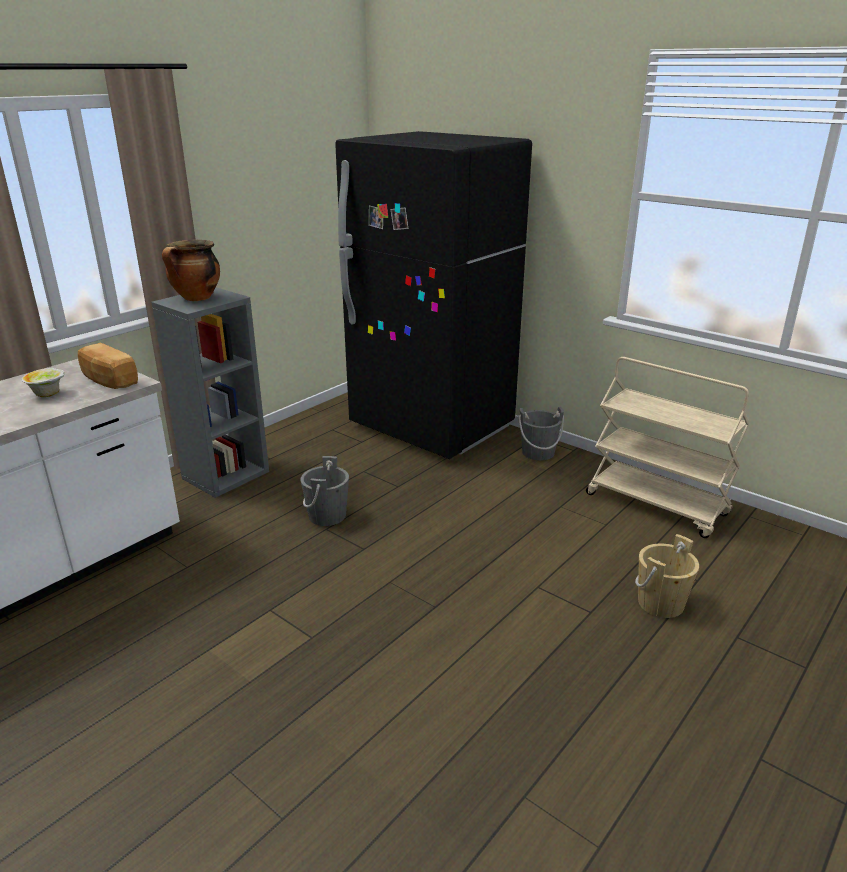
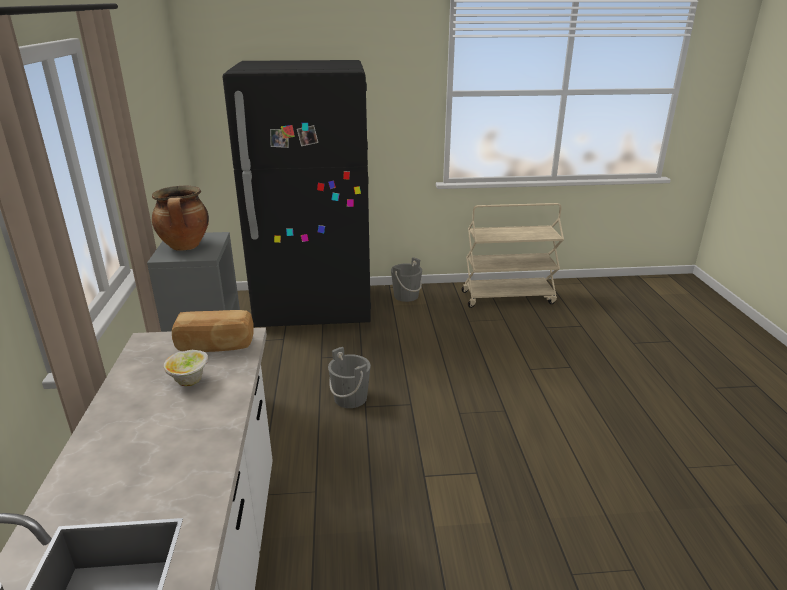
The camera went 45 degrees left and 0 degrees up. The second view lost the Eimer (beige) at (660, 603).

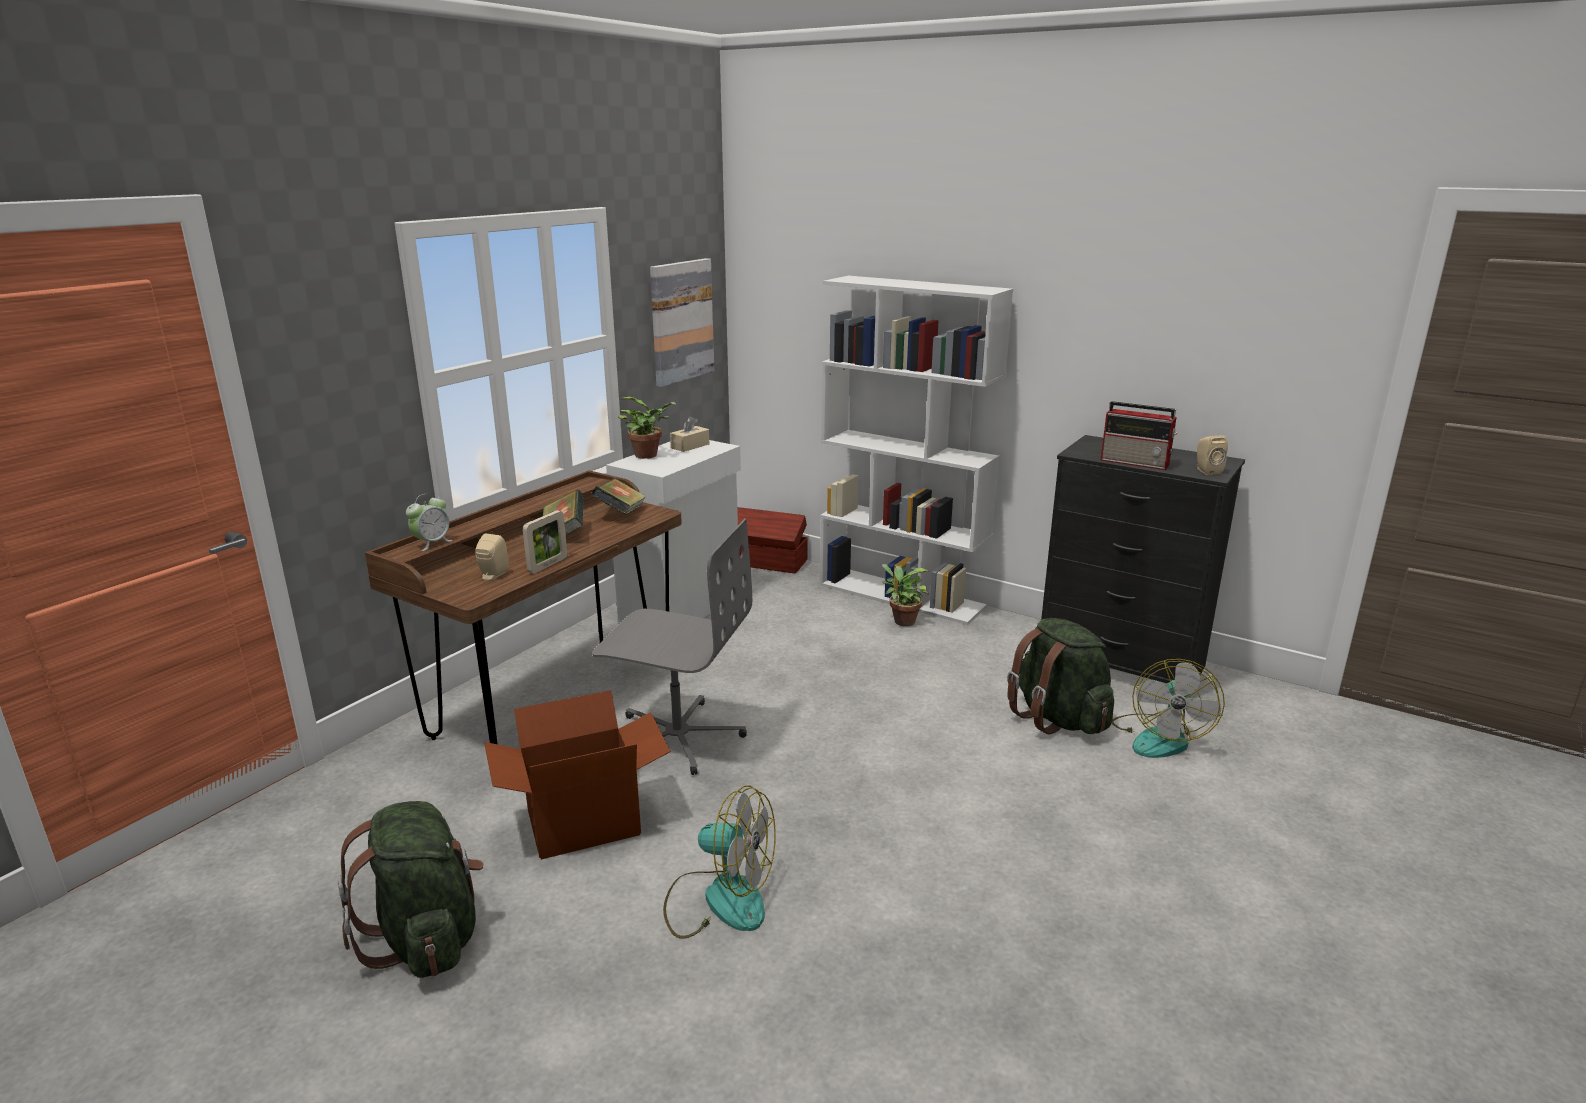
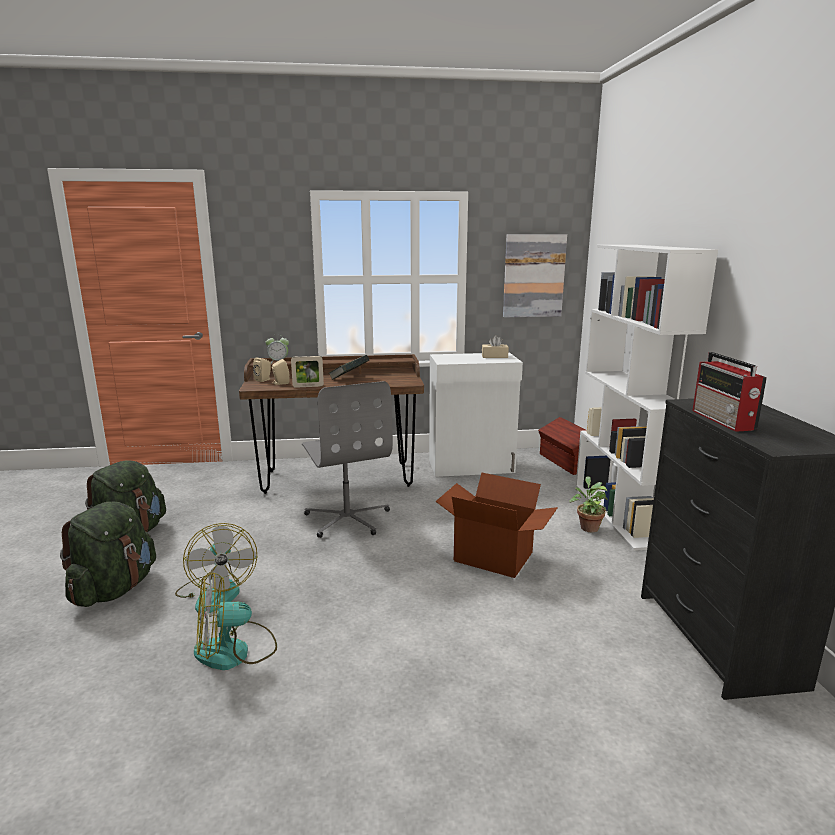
The camera went 50 degrees right and 5 degrees down. The Karton ended up elsewhere, having gone from (583, 821) to (494, 556). The second view lost the Buch at (621, 513). The second view lost the Topfpflanze at (649, 455). The Rucksack (grün) ended up elsewhere, having gone from (1058, 718) to (115, 589). The Ventilator ended up elsewhere, having gone from (1159, 737) to (235, 651). The Lautsprecher (beige) ended up elsewhere, having gone from (1206, 471) to (264, 380).

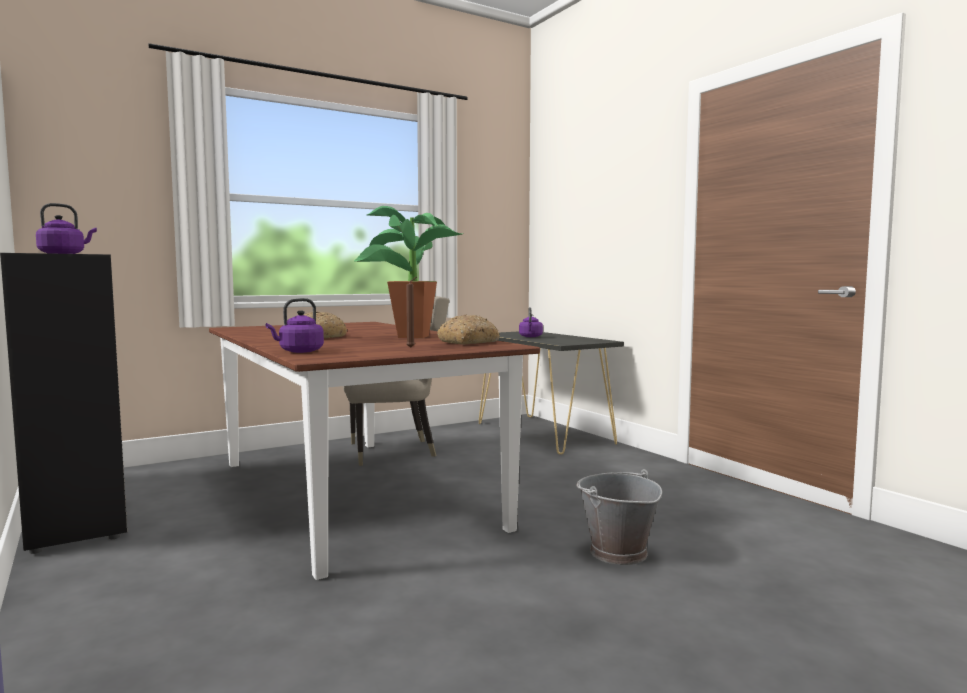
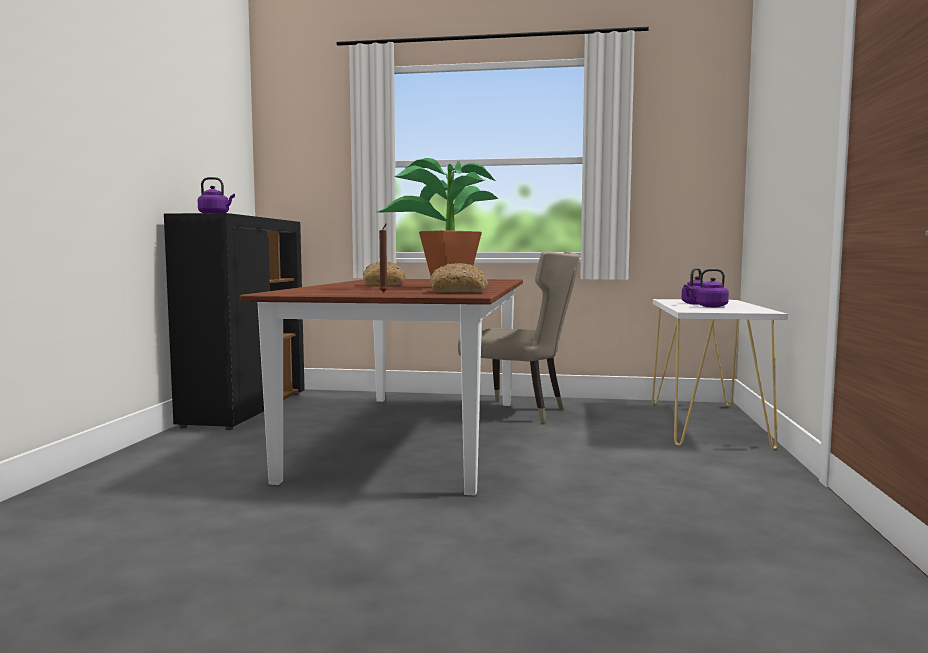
The camera went 40 degrees right and 0 degrees up. The Wasserkessel (lila) ended up elsewhere, having gone from (299, 351) to (709, 306). What was the Konsolentisch (schwarz) at (544, 433) turned into the Konsolentisch (weiß) at (706, 424). The second view lost the Eimer (grau) at (617, 552).

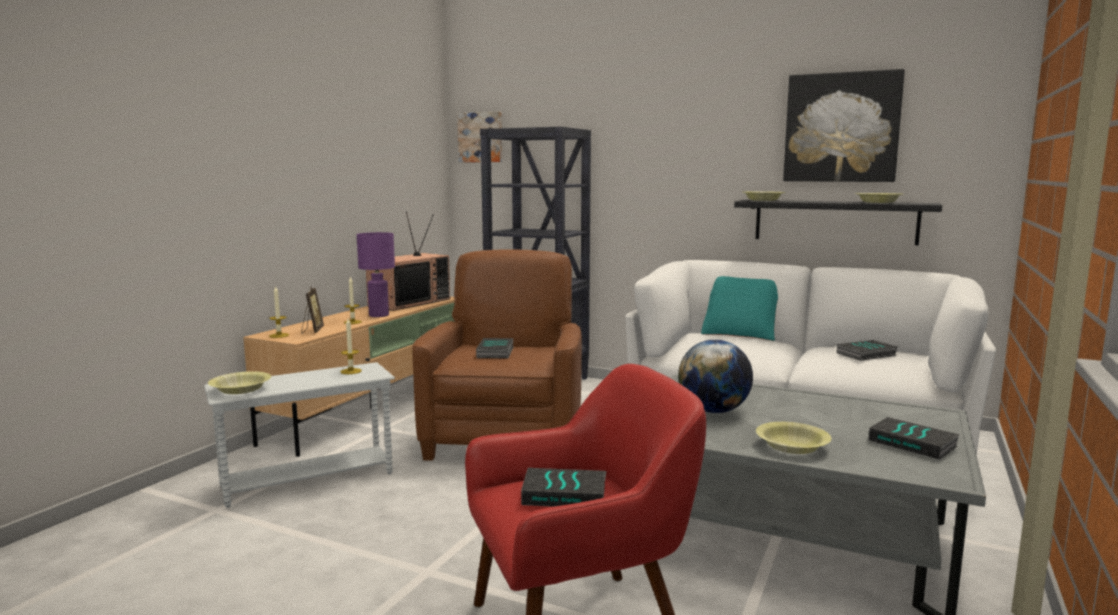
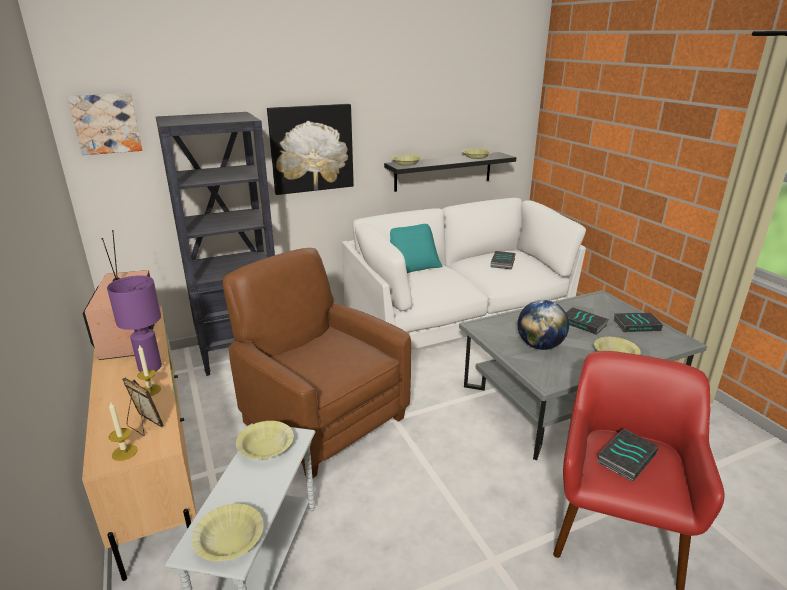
The camera went 50 degrees left and 15 degrees up. Where the Kerze stood at (351, 371), the Schüssel (gelb) came to stand at (266, 447). The Buch ended up elsewhere, having gone from (496, 352) to (584, 323). The Bild ended up elsewhere, having gone from (841, 127) to (311, 148).

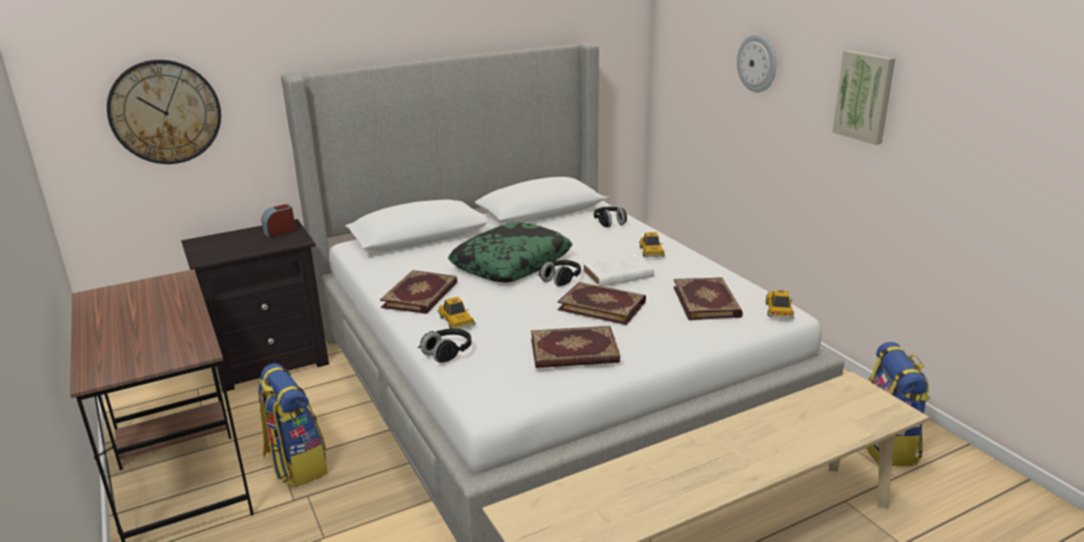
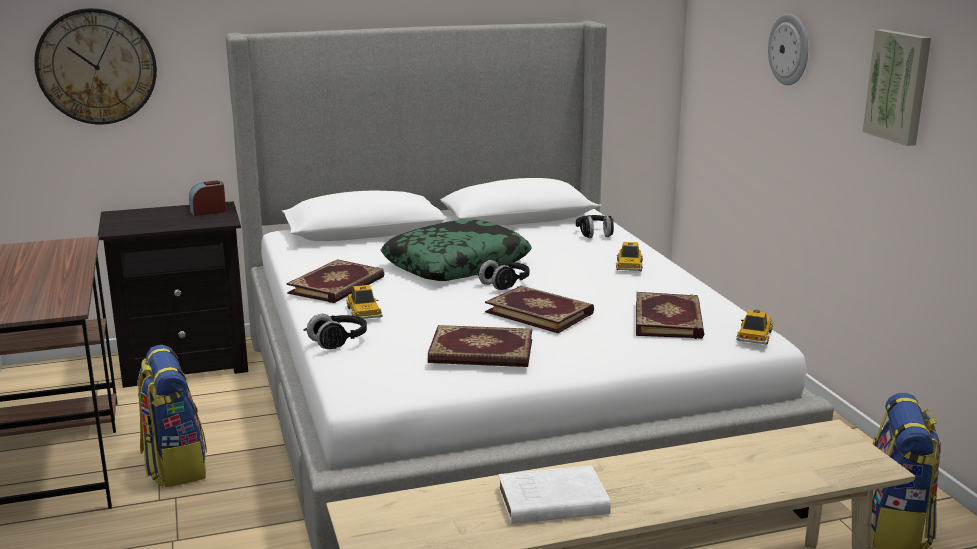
The camera went 10 degrees right and 5 degrees down. The Buch (weiß) ended up elsewhere, having gone from (615, 274) to (549, 502).

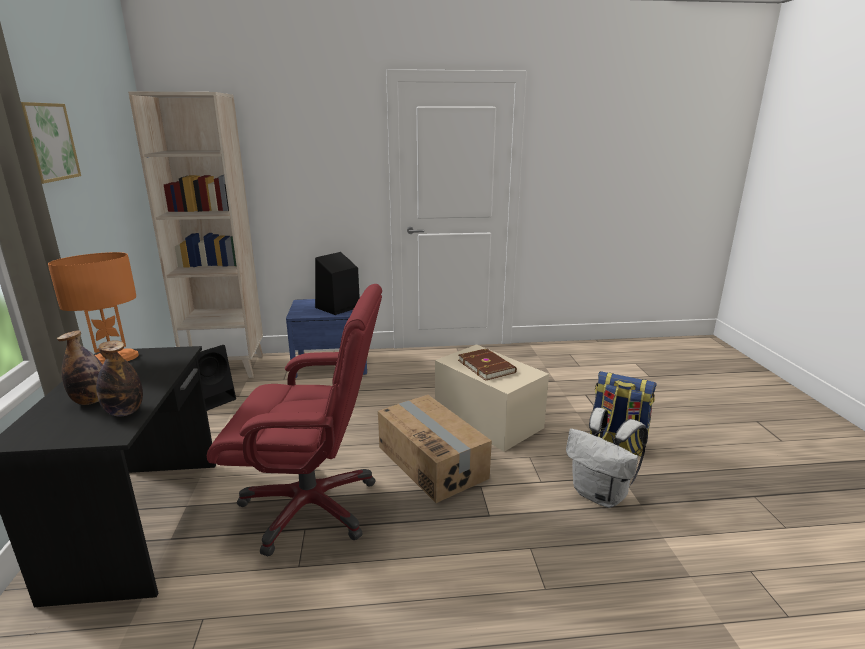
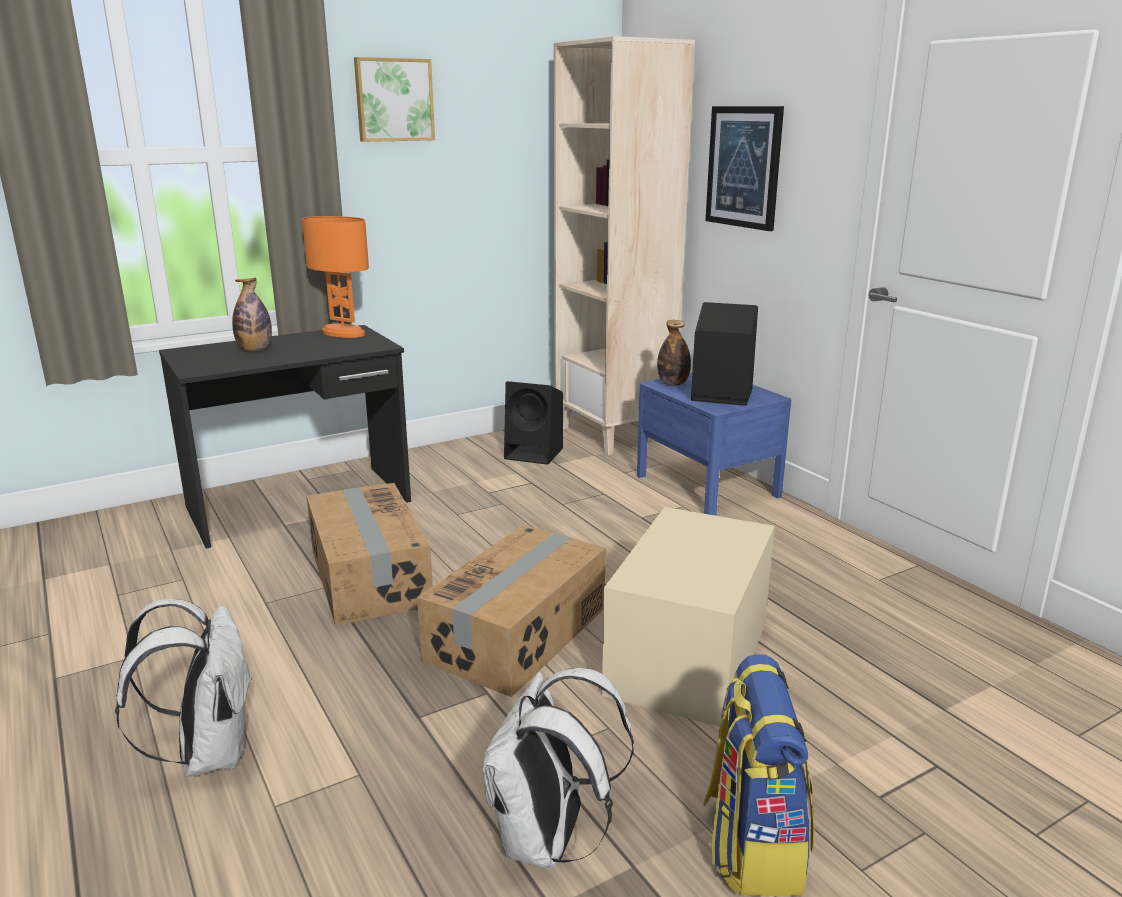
The camera went 65 degrees right and 0 degrees up. The Flasche ended up elsewhere, having gone from (124, 412) to (673, 384). Where the Bürostuhl (rot) stood at (311, 506), the Karton came to stand at (368, 577). The second view lost the Buch (braun) at (487, 366). The second view gained the Rucksack (weiß) at (208, 753). The second view gained the Bild at (744, 167).

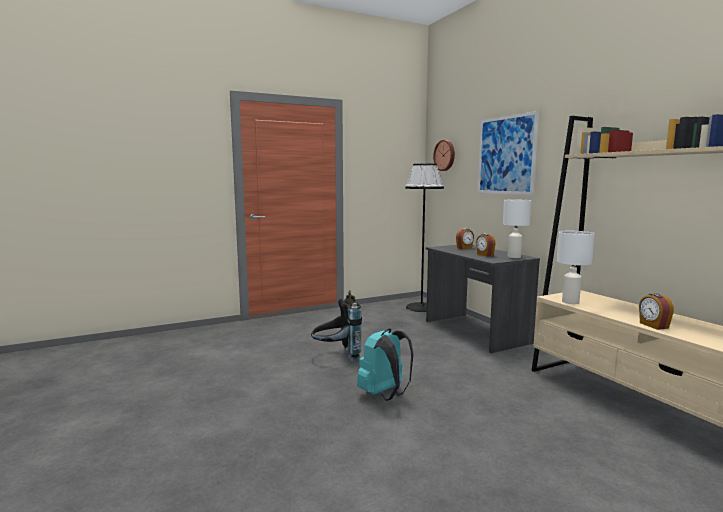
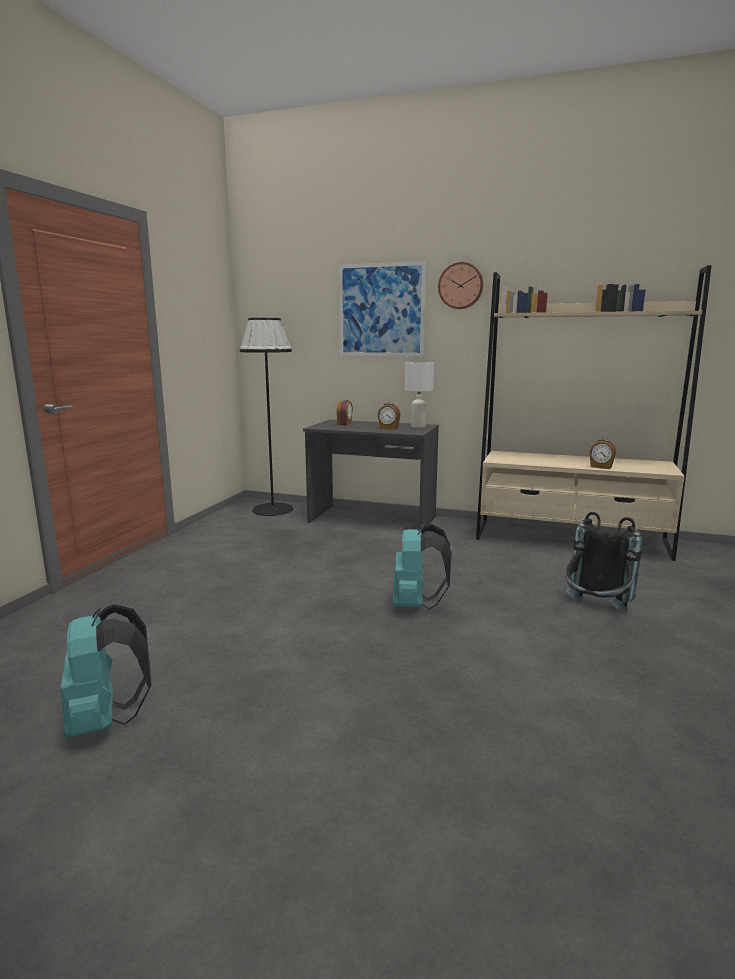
The camera went 45 degrees left and 5 degrees up. The Rucksack (schwarz) ended up elsewhere, having gone from (337, 356) to (595, 613). The Wanduhr ended up elsewhere, having gone from (445, 155) to (461, 286). The second view lost the Tischlampe (weiß) at (571, 302). The second view gained the Rucksack (türkis) at (106, 721).

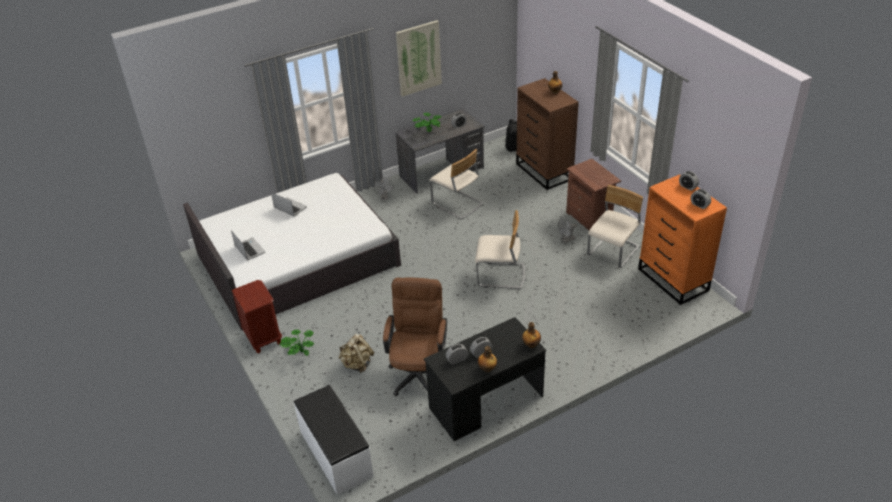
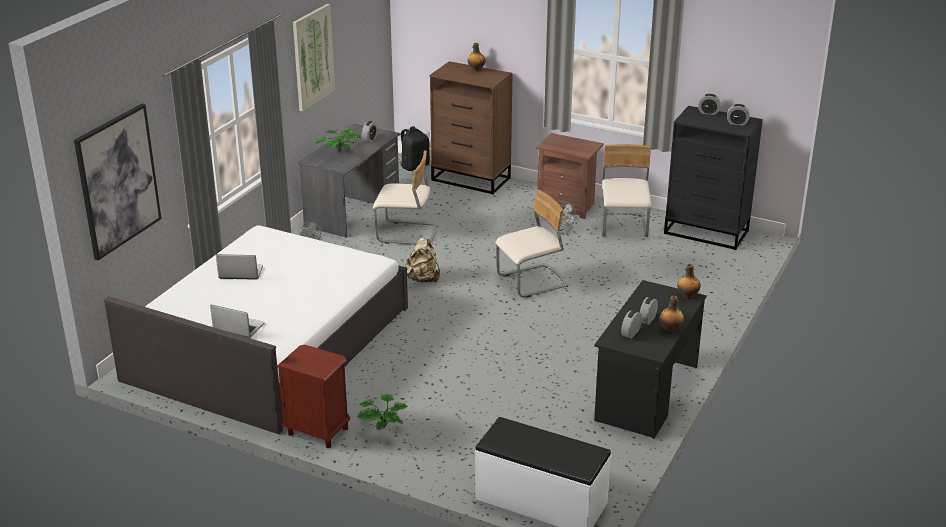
The camera went 35 degrees left and 10 degrees down. The Rucksack (beige) ended up elsewhere, having gone from (357, 364) to (423, 279). The second view lost the Bürostuhl (braun) at (418, 371). What was the Kommode (orange) at (673, 280) turned into the Kommode (schwarz) at (707, 232). The second view gained the Bild at (118, 181).

